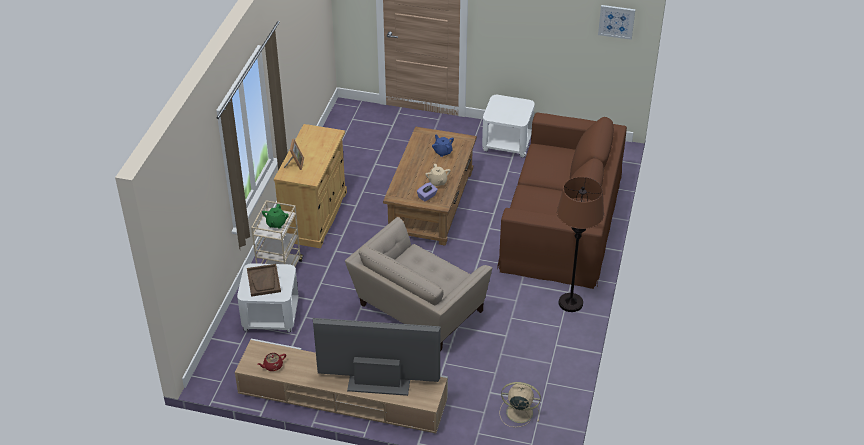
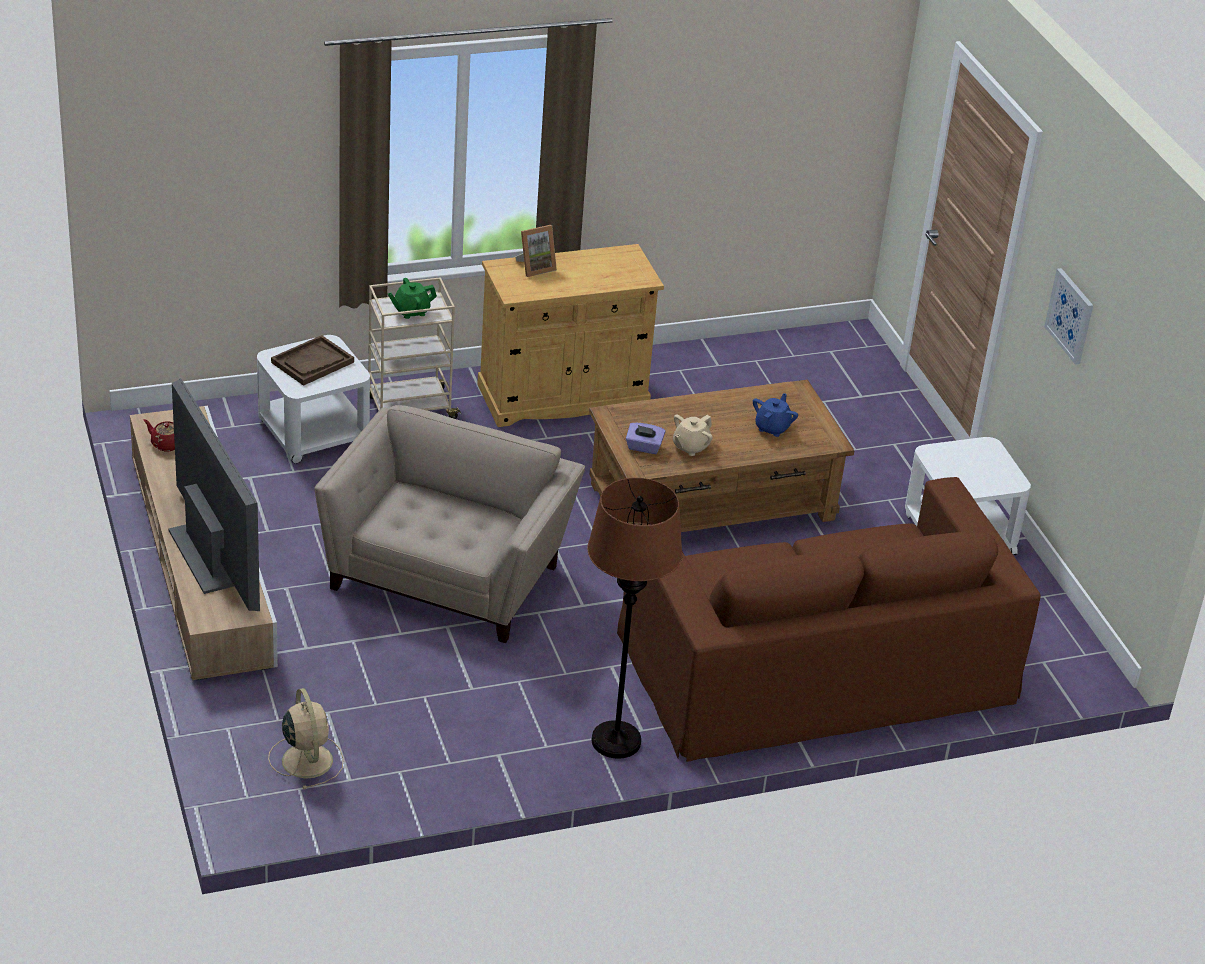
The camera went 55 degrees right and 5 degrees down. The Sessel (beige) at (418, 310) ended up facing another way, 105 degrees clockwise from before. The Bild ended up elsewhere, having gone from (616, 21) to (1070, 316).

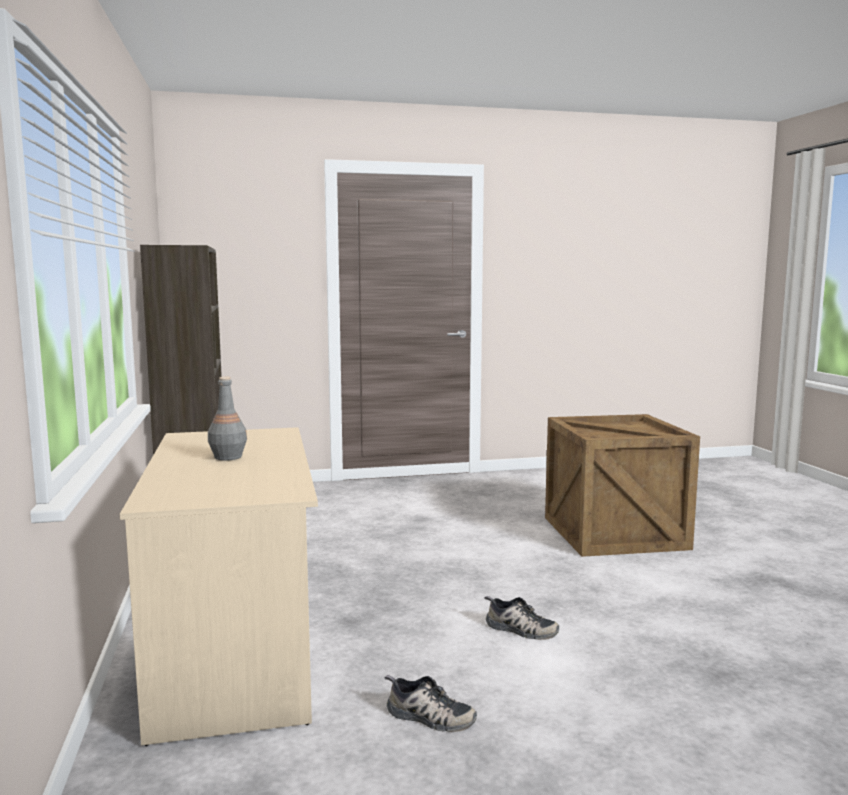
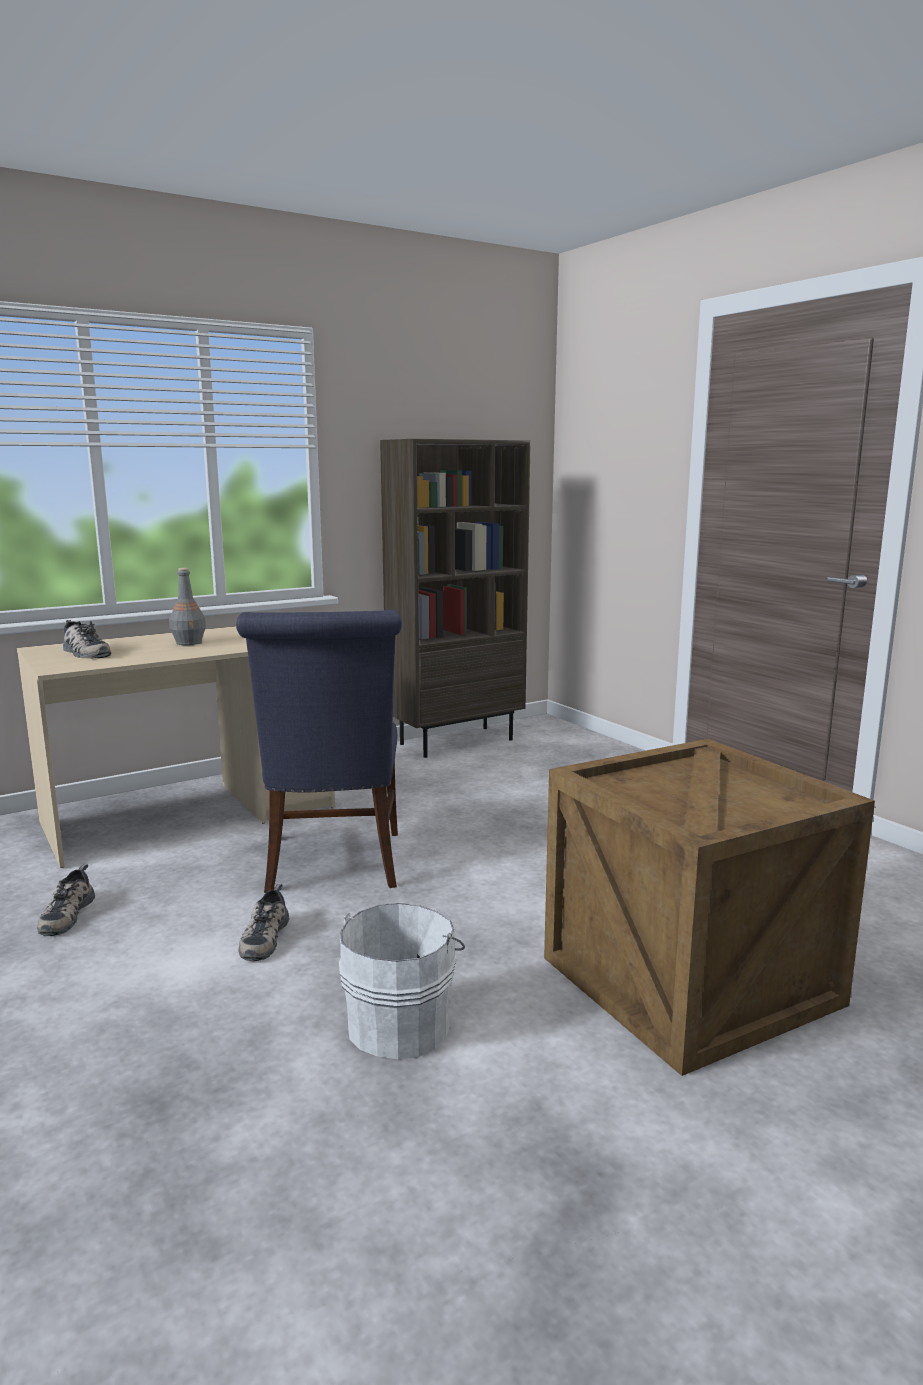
The camera went 70 degrees right and 5 degrees up. The second view gained the Schuh at (84, 653). The second view gained the Stuhl (blau) at (333, 866). The second view gained the Eimer (weiß) at (401, 1023).

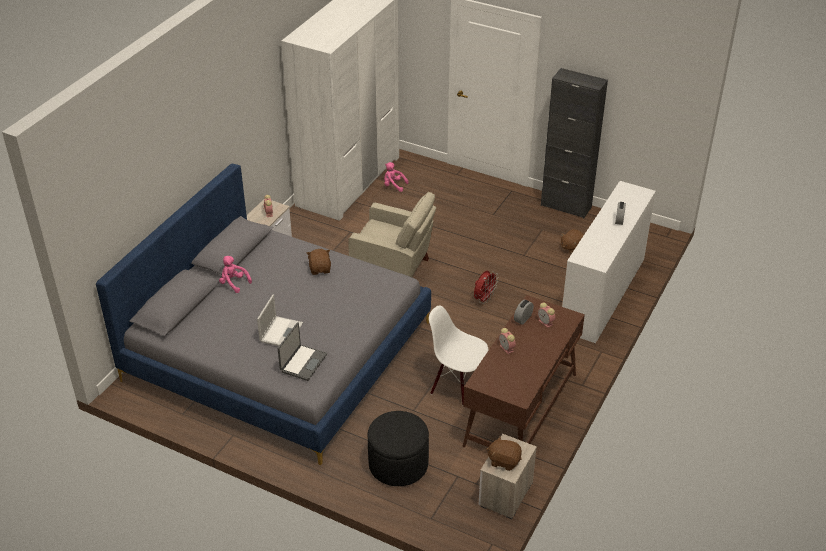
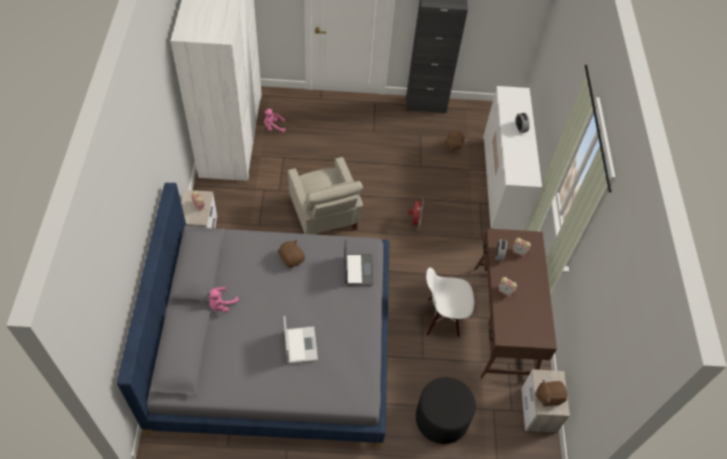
The camera went 30 degrees left and 15 degrees up. The Plüschtier (rosa) at (233, 283) ended up facing another way, 60 degrees counterclockwise from before. The Laptop ended up elsewhere, having gone from (303, 363) to (357, 270). The Sessel (beige) at (394, 269) ended up facing another way, 75 degrees clockwise from before.

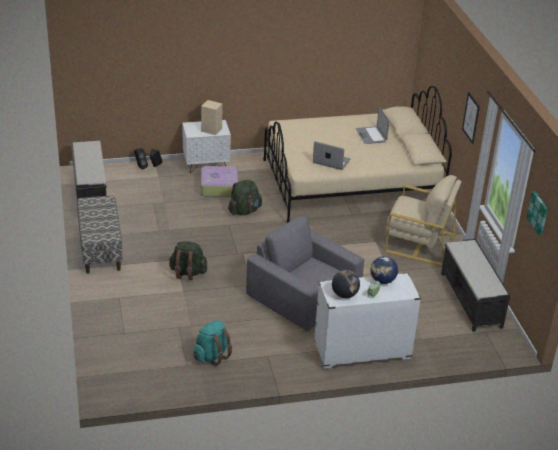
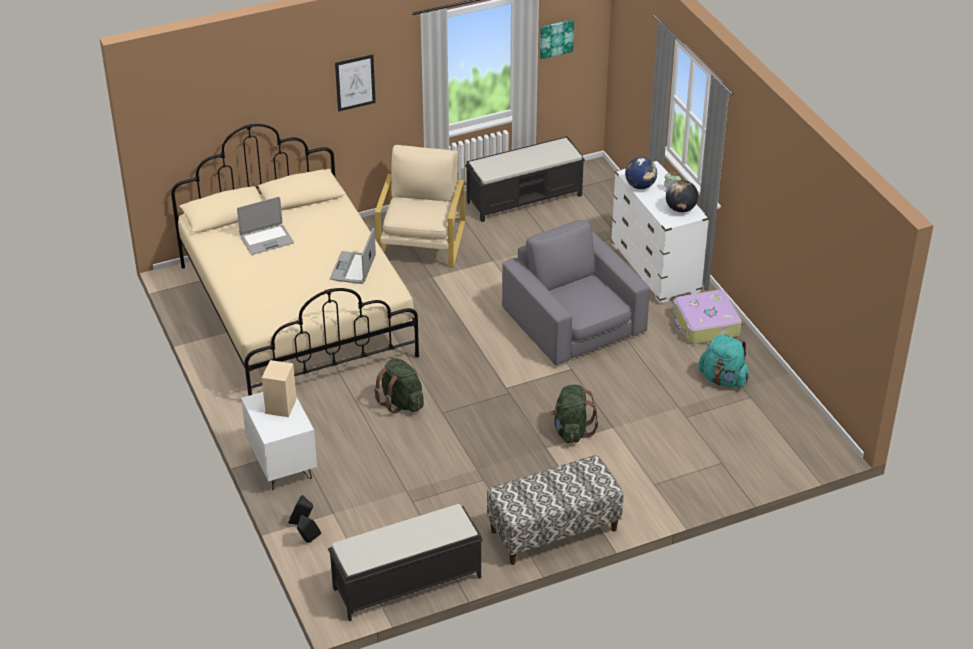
The camera went 100 degrees left and 5 degrees up. The Koffer ended up elsewhere, having gone from (219, 187) to (705, 325). The Sessel (grau) at (304, 296) ended up facing another way, 120 degrees clockwise from before.

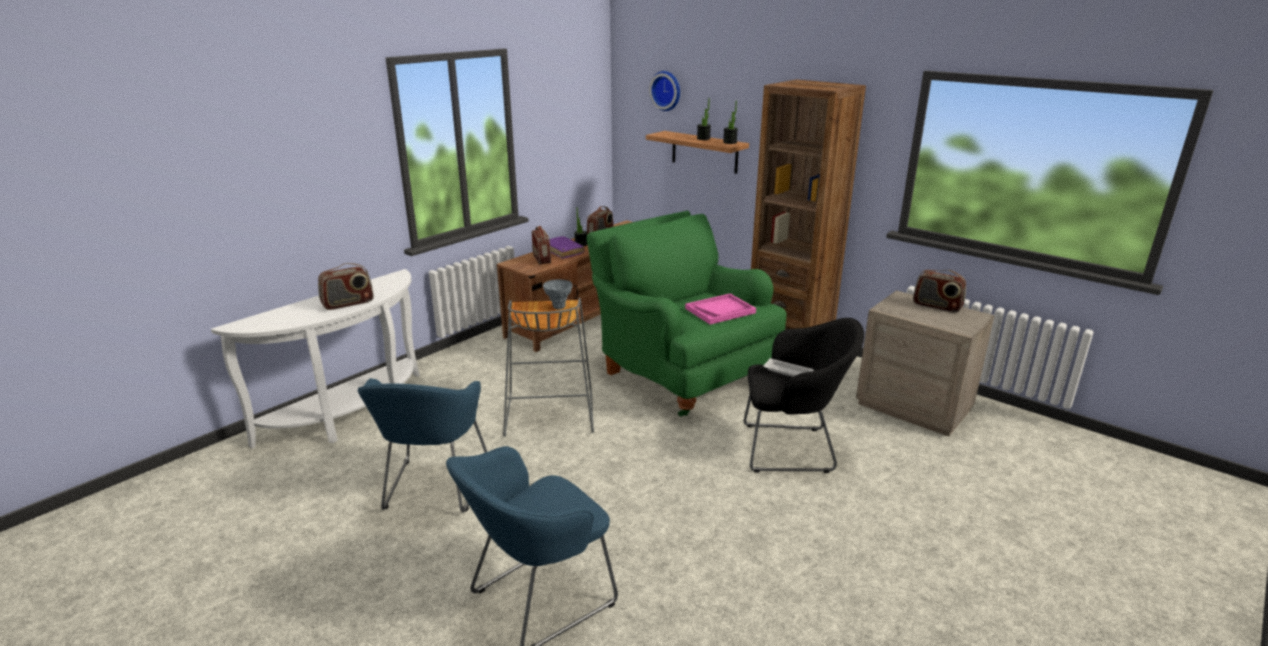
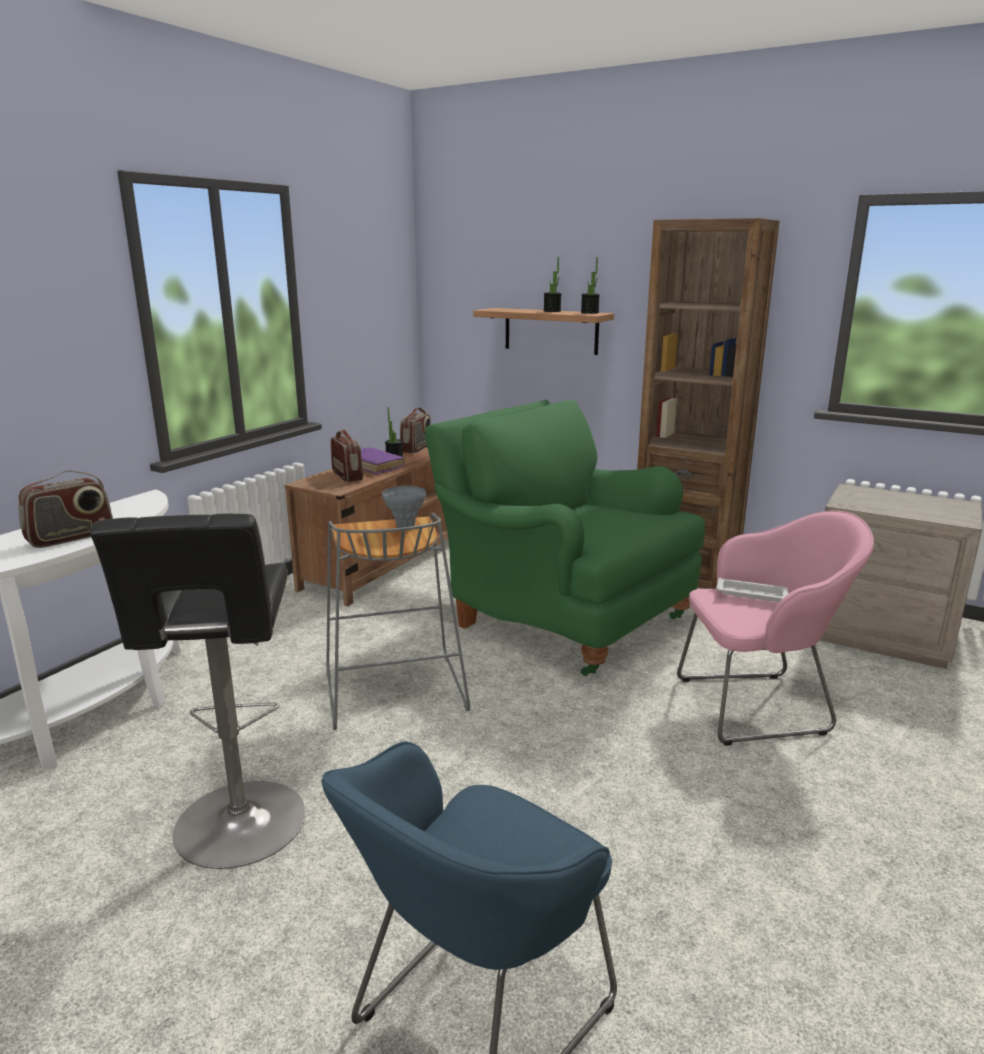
The camera went 10 degrees left and 5 degrees down. Where the Sessel (blau) stood at (434, 489), the Hocker (schwarz) came to stand at (239, 829). The second view lost the Wanduhr at (666, 90). The second view lost the Tablett (rosa) at (720, 310). What was the Sessel (schwarz) at (792, 449) turned into the Sessel (rosa) at (759, 706). The second view lost the Radio at (937, 306).

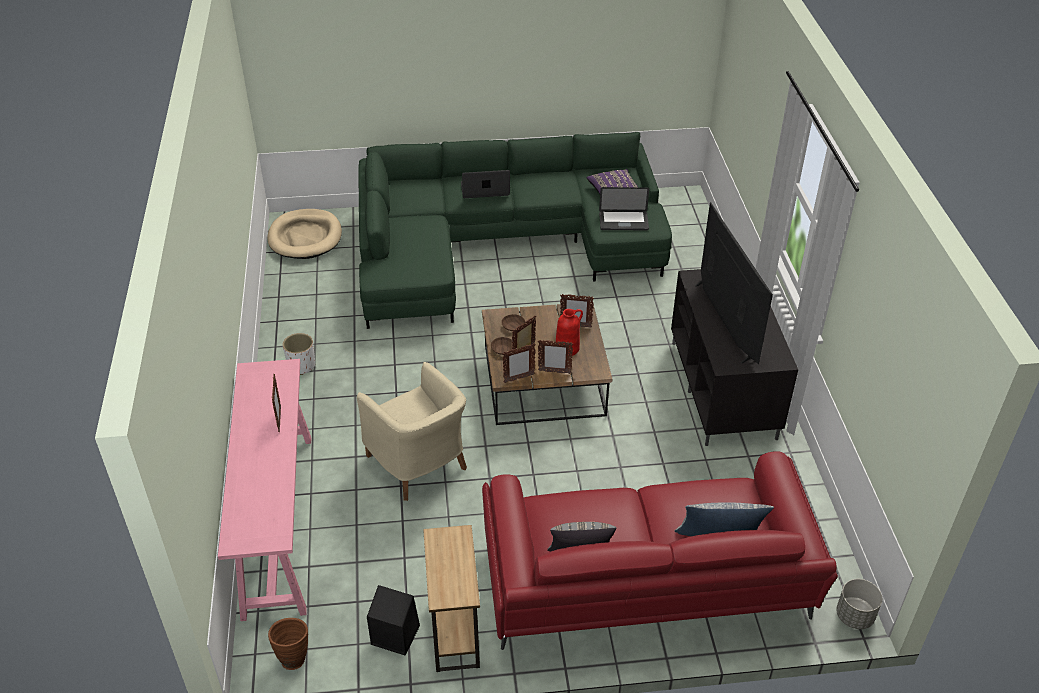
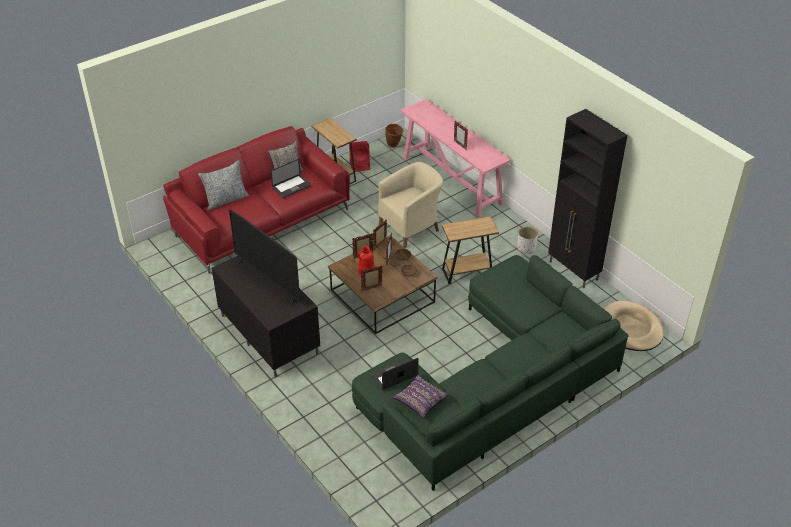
The camera went 150 degrees right and 0 degrees up. The Sessel (beige) at (419, 464) ended up facing another way, 120 degrees clockwise from before. What was the Lautsprecher (schwarz) at (394, 635) turned into the Lautsprecher (rot) at (360, 165). The Laptop ended up elsewhere, having gone from (485, 189) to (291, 187). The second view lost the Pflanzkübel (grau) at (854, 616). The second view gained the Beistelltisch (braun) at (467, 272). The second view gained the Schrank (schwarz) at (573, 271).

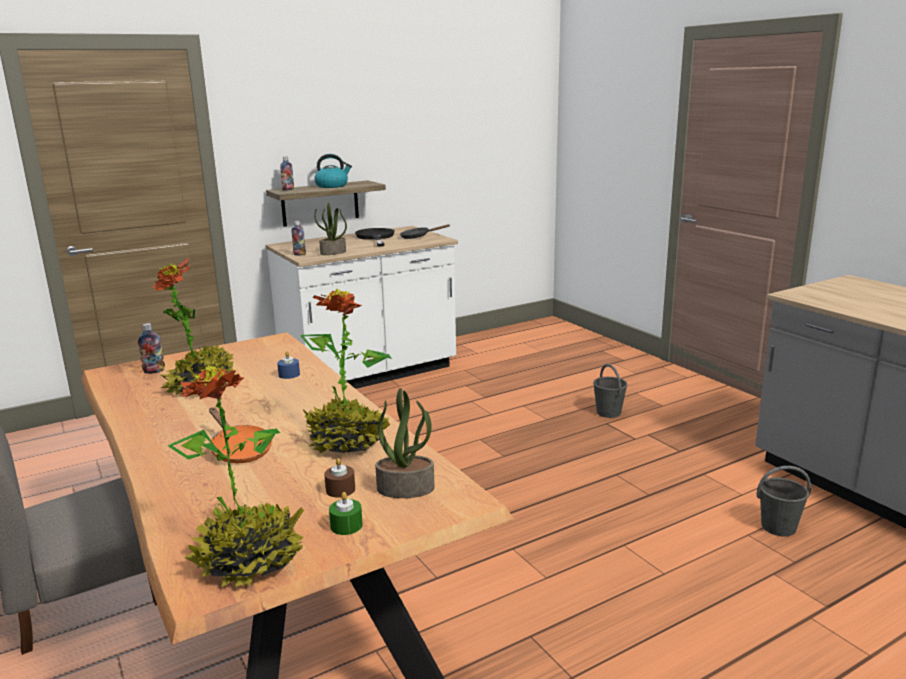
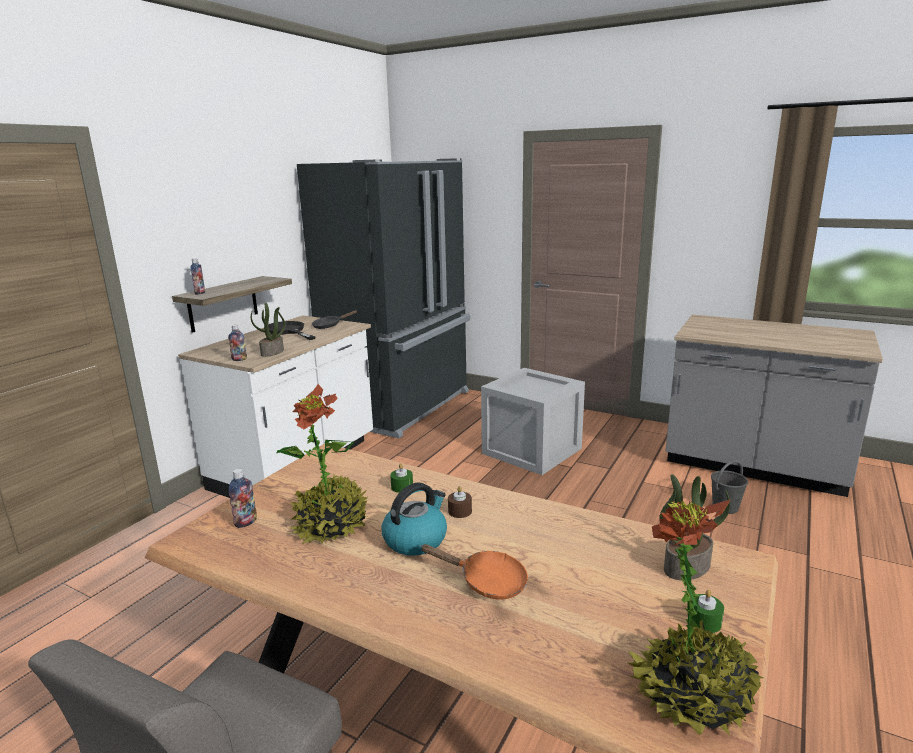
The camera went 30 degrees left and 0 degrees up. What was the Kerze (blau) at (289, 374) turned into the Kerze (grün) at (402, 487). The second view lost the Topfpflanze at (347, 442). The Wasserkessel ended up elsewhere, having gone from (332, 186) to (415, 539). The Kerze (braun) ended up elsewhere, having gone from (340, 489) to (460, 511). Where the Eimer (grau) stood at (608, 413), the Kiste came to stand at (531, 451). The second view gained the Kühlschrank (schwarz) at (403, 407).

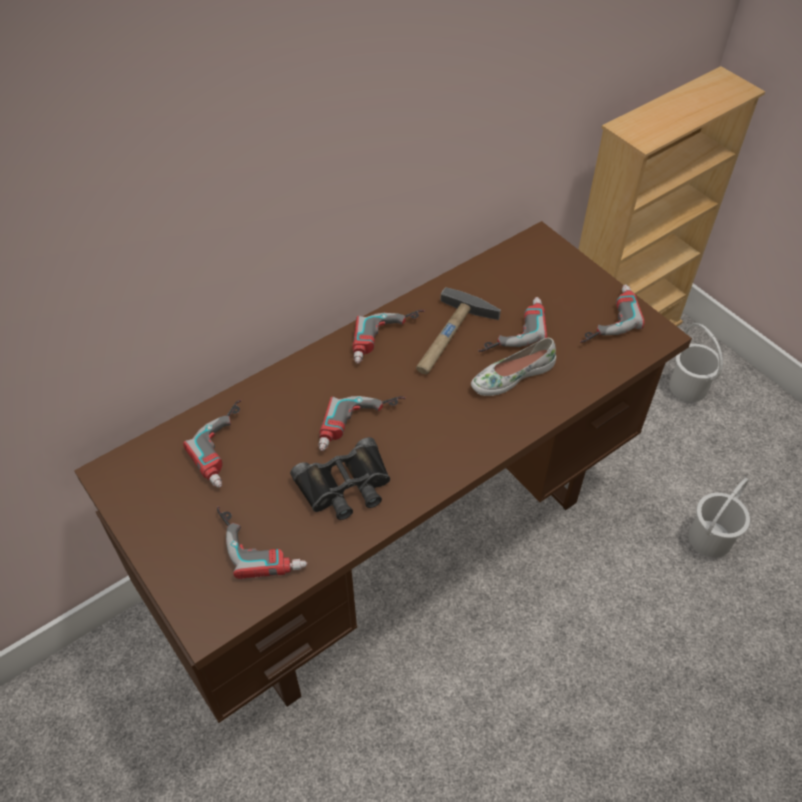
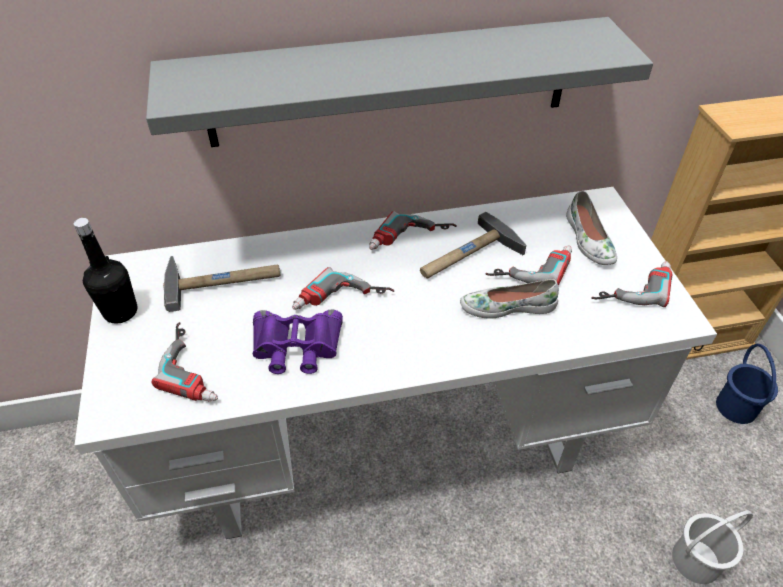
The camera went 25 degrees right and 5 degrees down. What was the Schreibtisch (braun) at (400, 545) turned into the Schreibtisch (weiß) at (392, 443). Where the Bohrmaschine stood at (229, 447), the Hammer came to stand at (223, 280). What was the Fernglas (schwarz) at (345, 486) turned into the Fernglas (lila) at (296, 346). What was the Eimer (weiß) at (687, 387) turned into the Eimer (blau) at (735, 407). The second view gained the Flasche (schwarz) at (120, 312). The second view gained the Wandregal (grau) at (390, 83). The second view gained the Schuh (weiß) at (588, 240).

